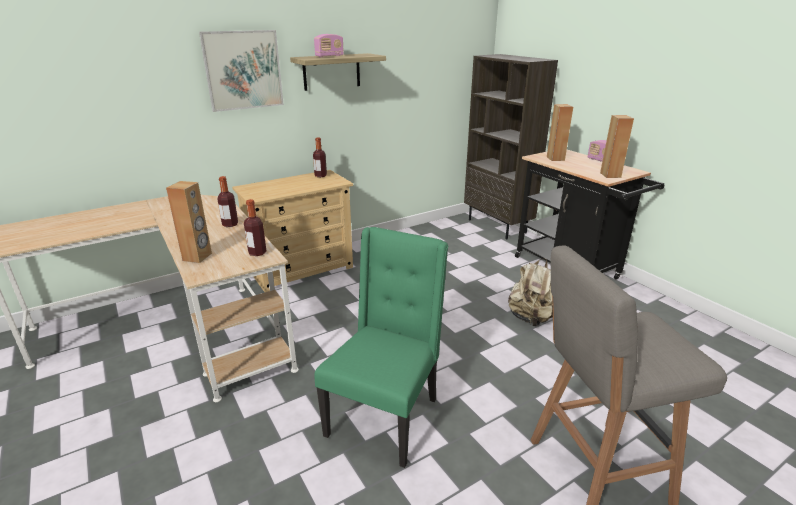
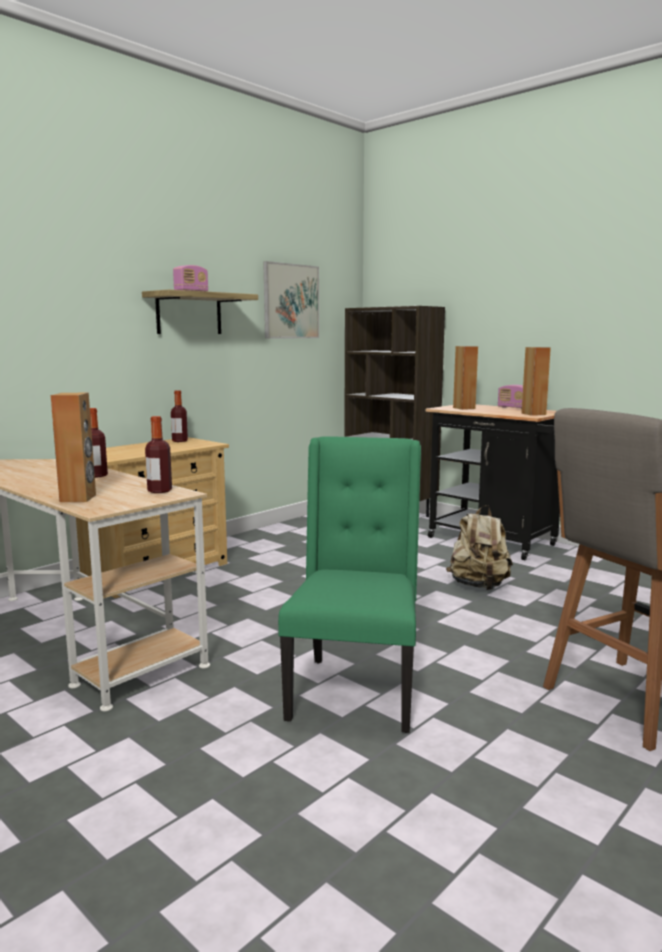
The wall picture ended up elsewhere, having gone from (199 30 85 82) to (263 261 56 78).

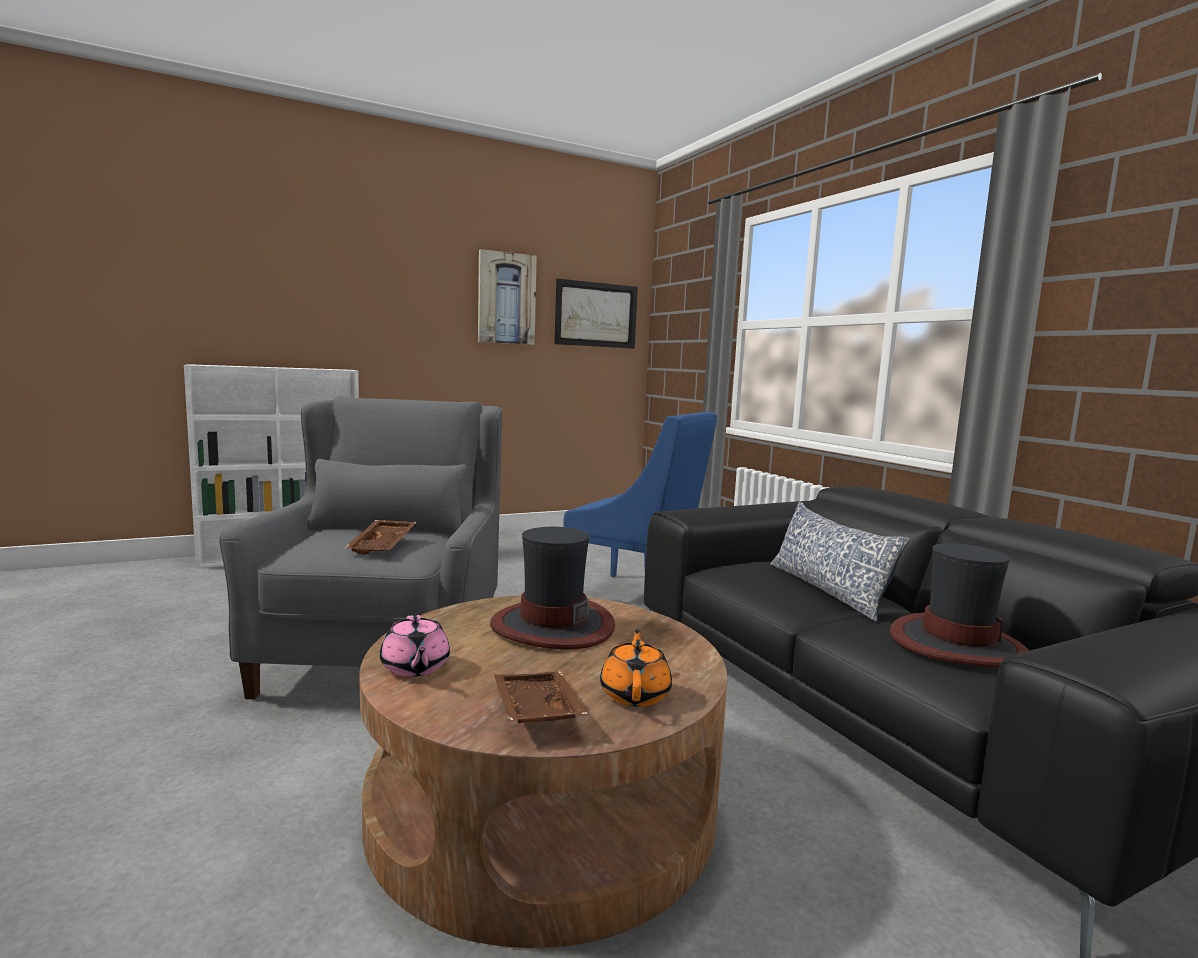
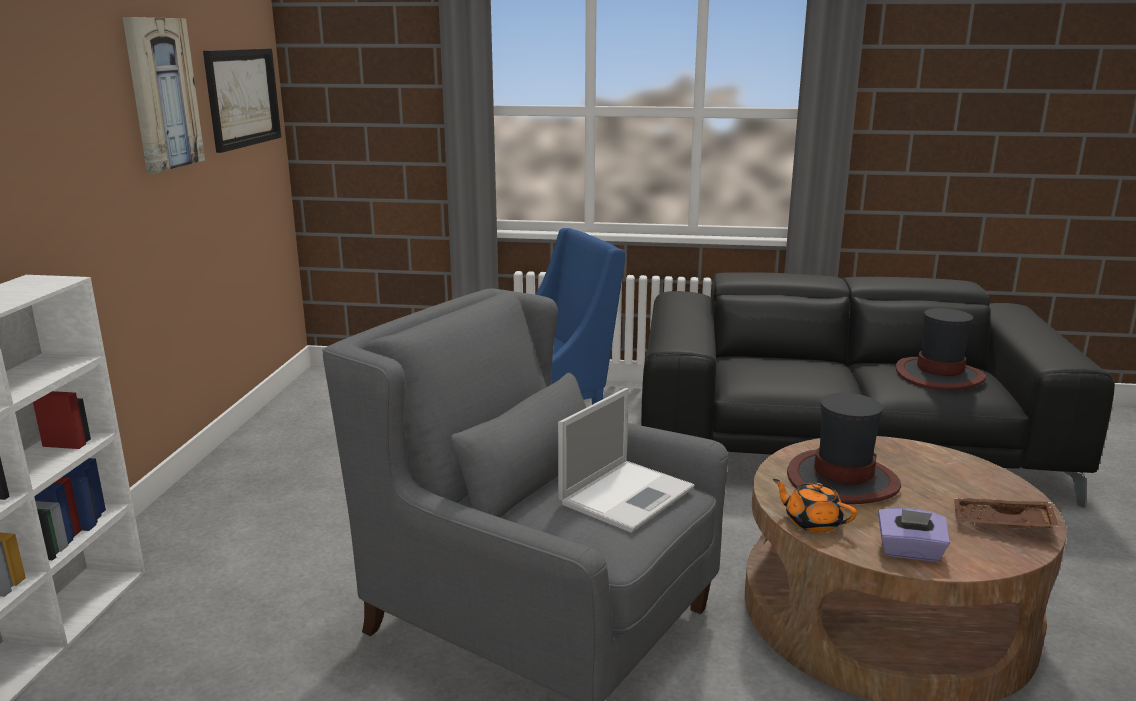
The second view lost the pillow at (770 501 140 121). Where the brown-coloured tray stood at (345 520 71 34), the notebook computer came to stand at (558 388 136 145). Where the pink-coloured teapot stood at (380 615 70 61), the purple tissue holder came to stand at (878 508 72 54). The orange teapot ended up elsewhere, having gone from (600 629 72 78) to (773 479 84 54).

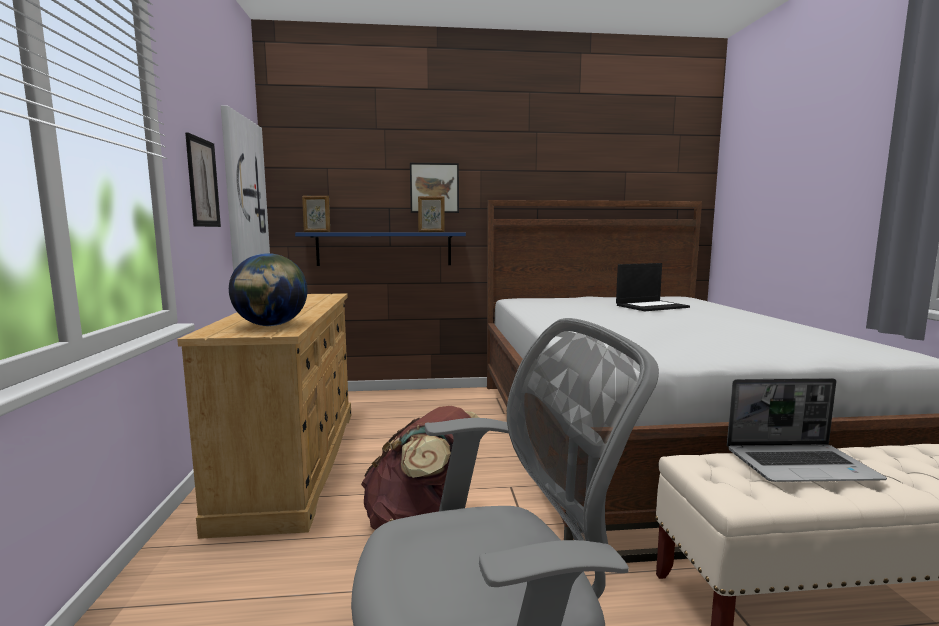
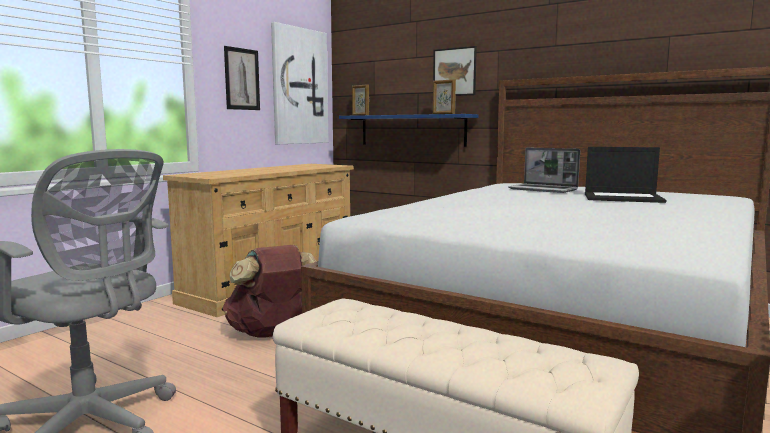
The second view lost the world globe at (229 253 79 73). The notebook computer ended up elsewhere, having gone from (727 378 160 104) to (508 147 72 46).

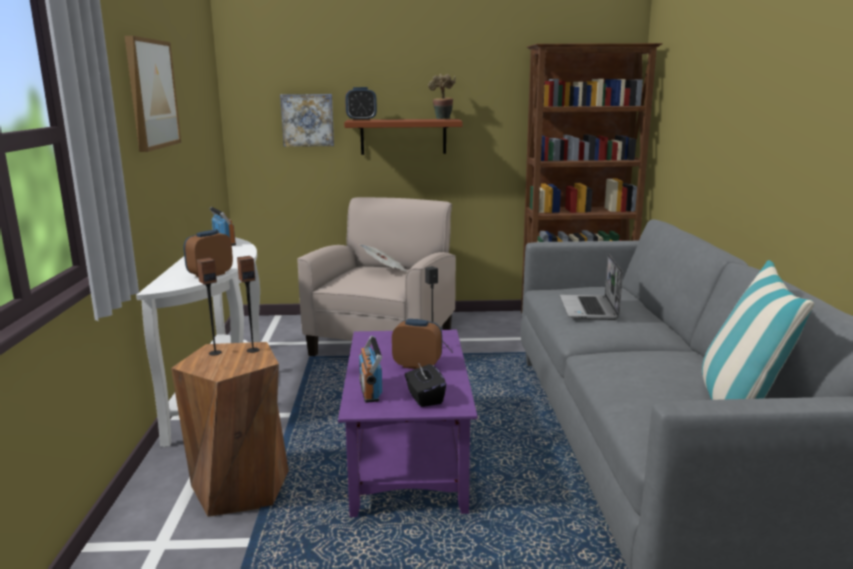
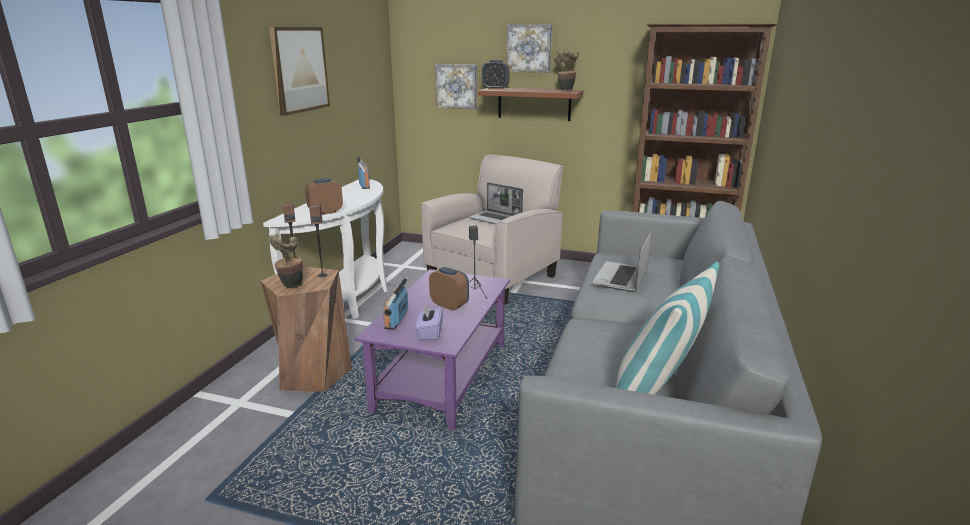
Where the printed paper stood at (359 244 48 28), the notebook computer came to stand at (469 182 54 42). What was the black-coloured tissue holder at (404 363 42 44) turned into the purple tissue holder at (415 303 28 37). The second view gained the wall picture at (507 24 45 49). The second view gained the potted plant at (269 234 34 54).

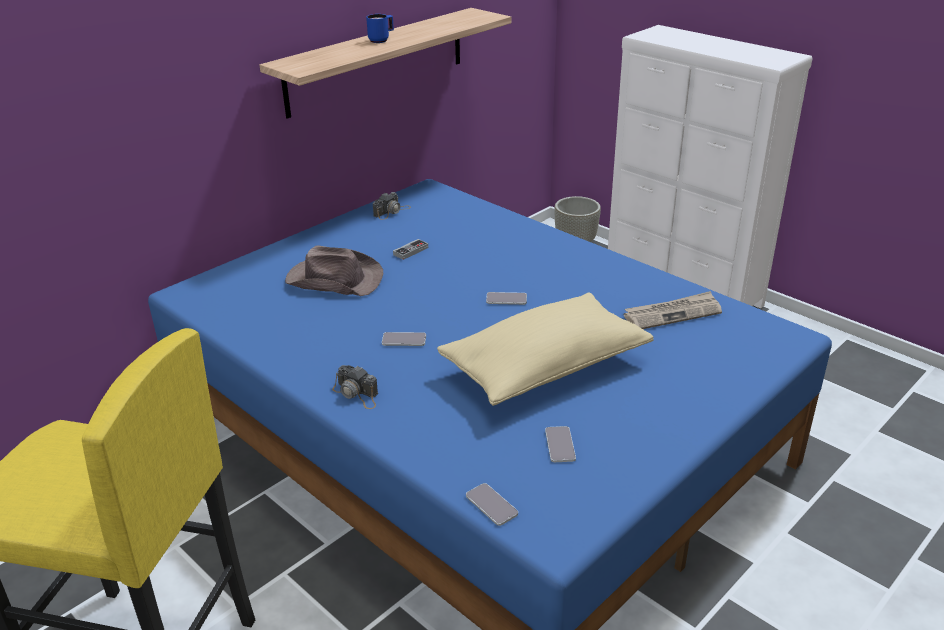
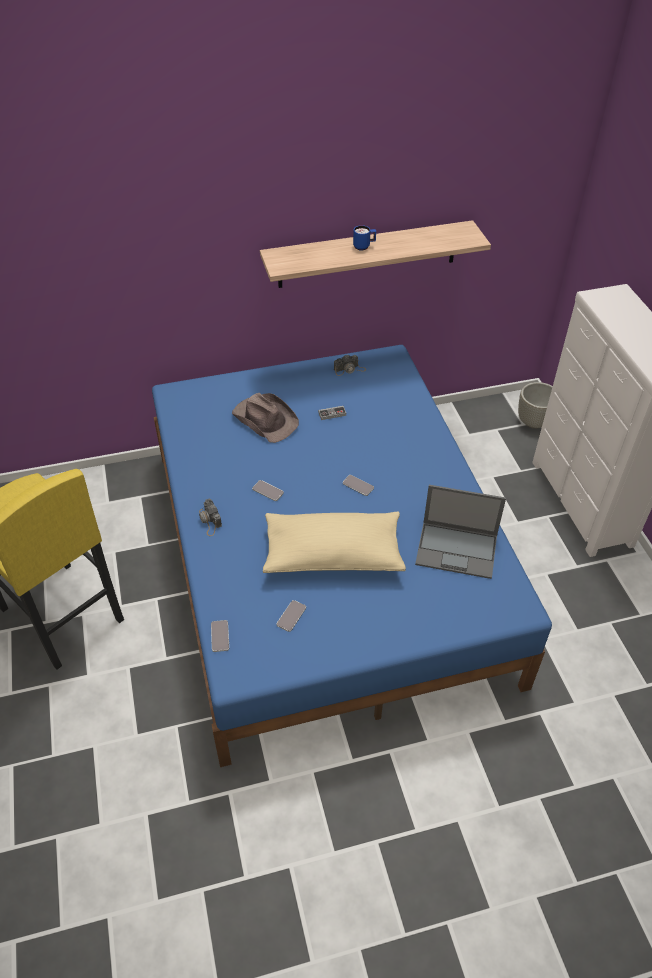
Where the printed paper stood at (624 291 98 38), the notebook computer came to stand at (415 485 91 94).

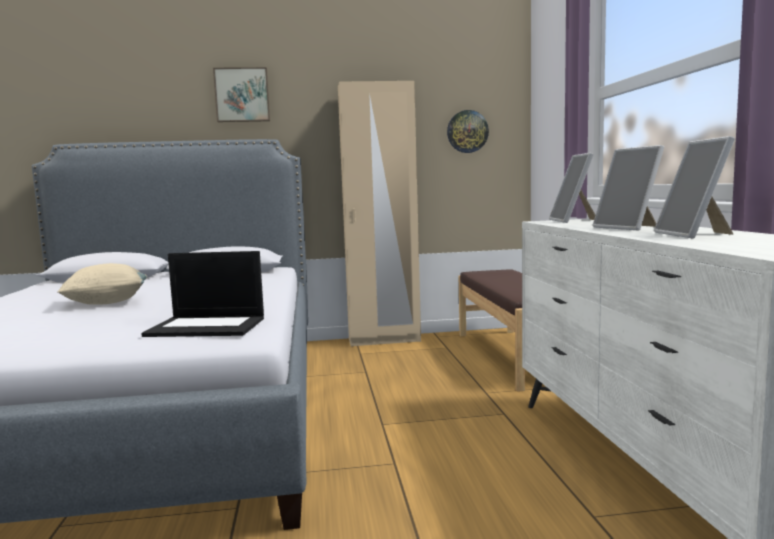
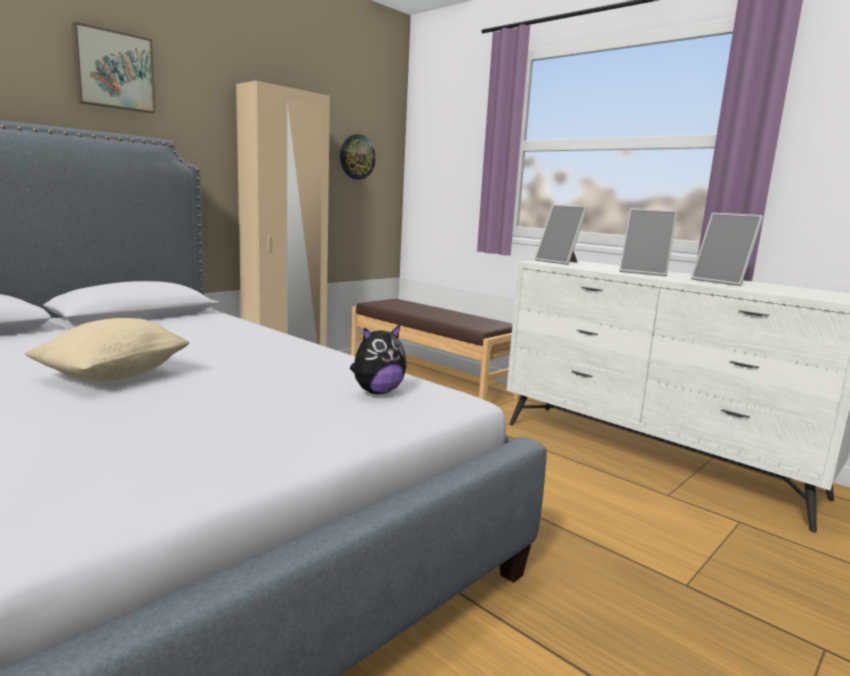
Where the notebook computer stood at (141 251 123 86), the cuddly toy came to stand at (350 325 57 69).

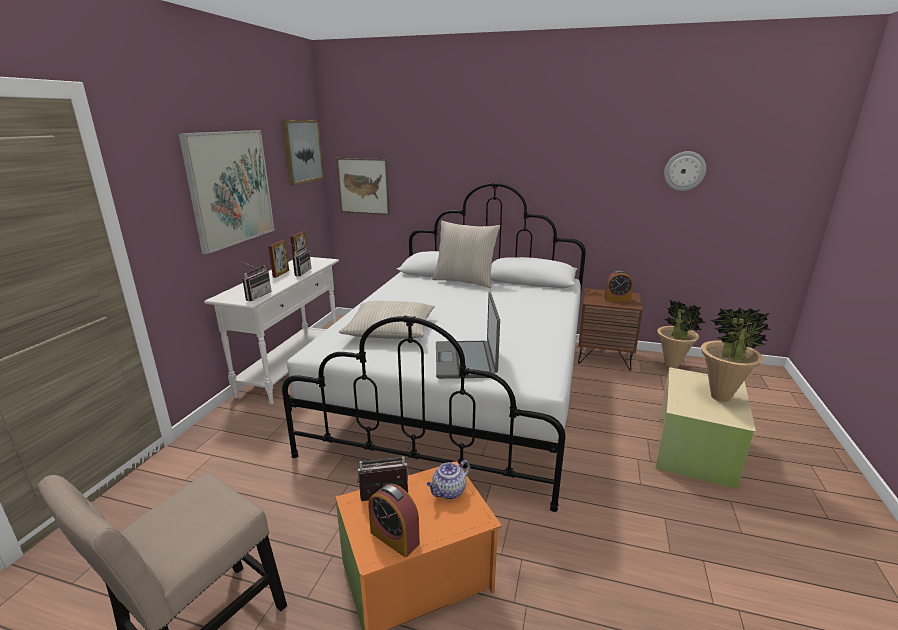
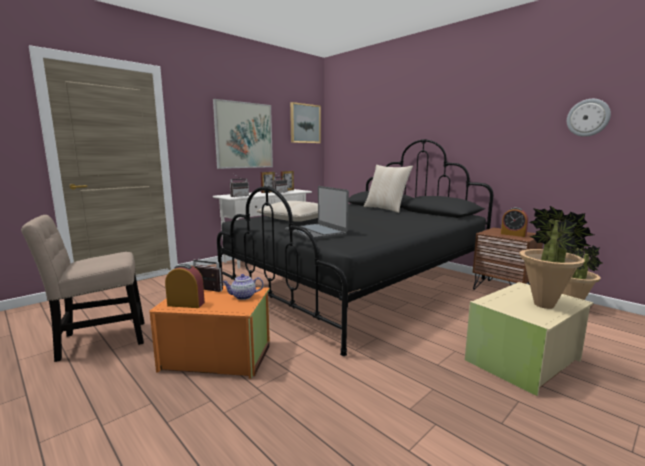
The second view lost the wall picture at (336 158 54 57). What was the white-coloured sleeping bed at (282 182 304 330) turned into the black-coloured sleeping bed at (217 139 276 217). The notebook computer at (436 292 64 87) ended up facing another way, 60 degrees counterclockwise from before. The table clock at (368 483 52 74) ended up facing another way, 120 degrees clockwise from before.

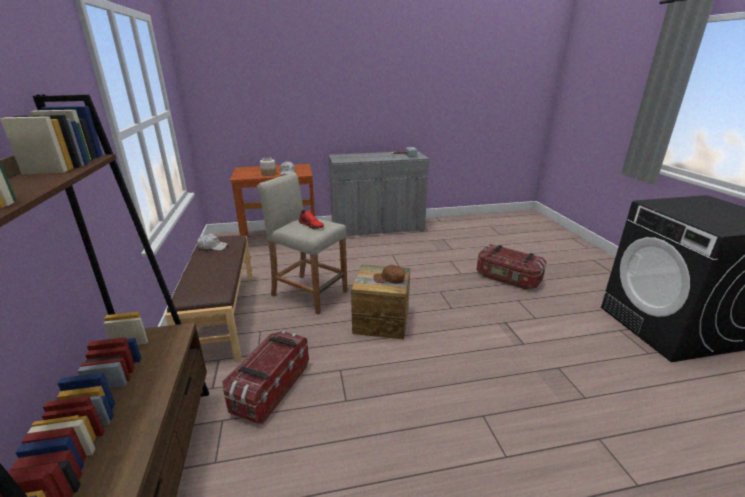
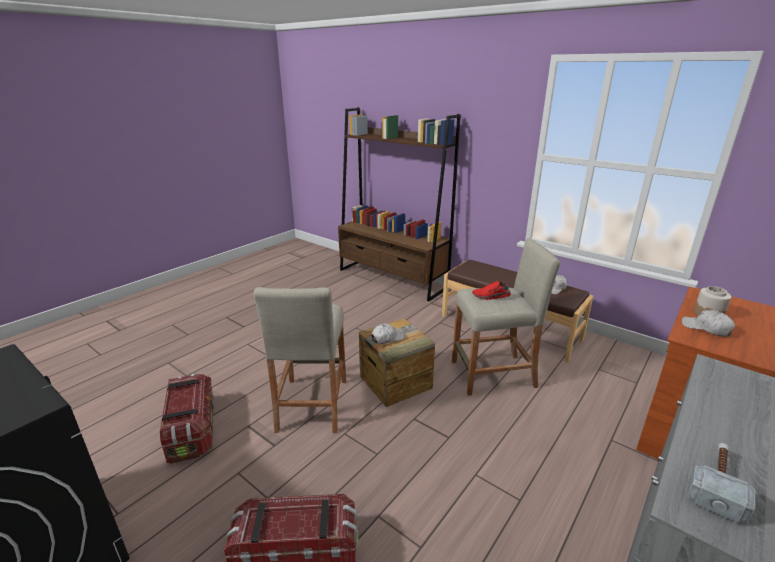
What was the brown-coloured cap at (374 265 31 19) turned into the white-coloured cap at (371 323 33 21). The storage bin ended up elsewhere, having gone from (222 331 87 93) to (160 374 54 90). The second view gained the sand-coloured stool seat at (254 287 92 146).

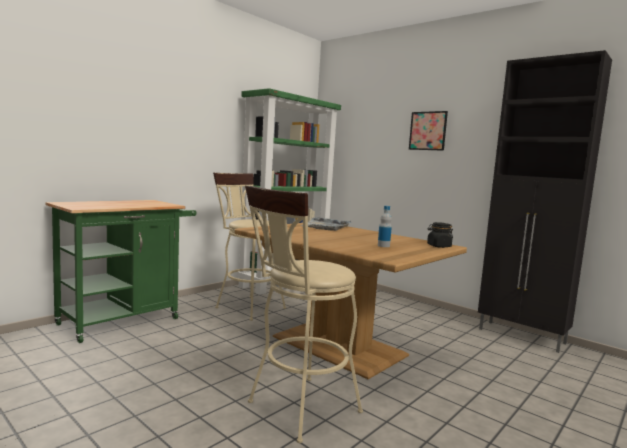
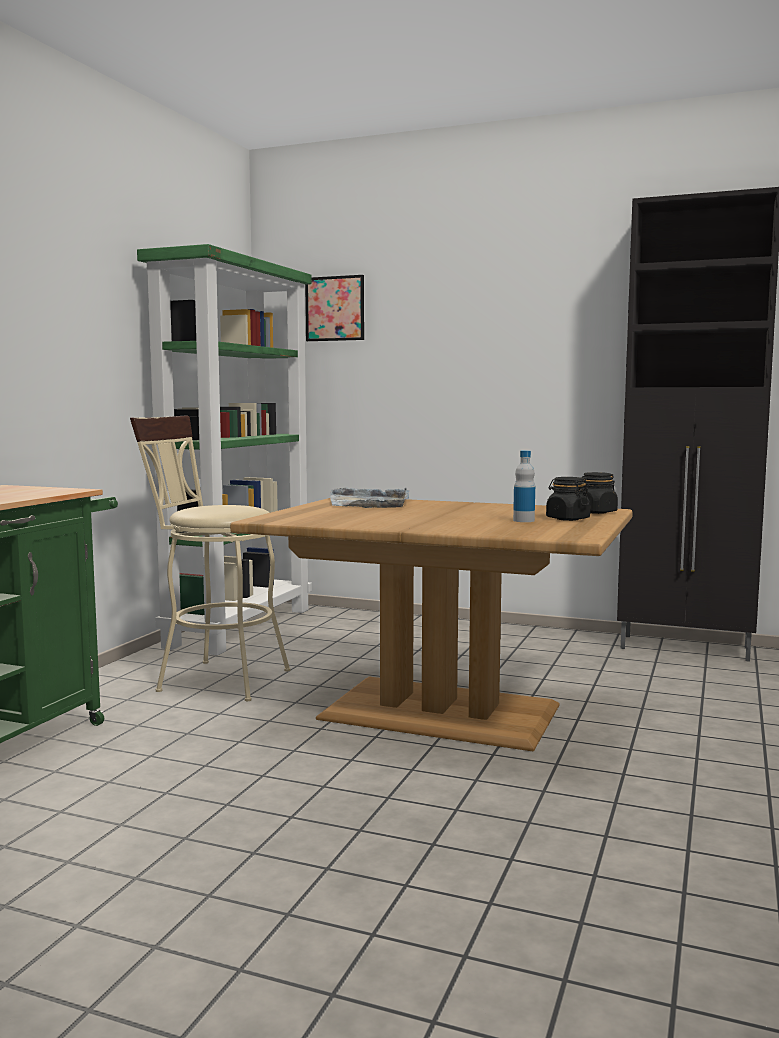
The wall picture ended up elsewhere, having gone from (409 111 39 40) to (305 275 59 66). The second view lost the sand-coloured stool seat at (245 185 118 258). The second view gained the black-coloured storage jar at (546 477 44 44).

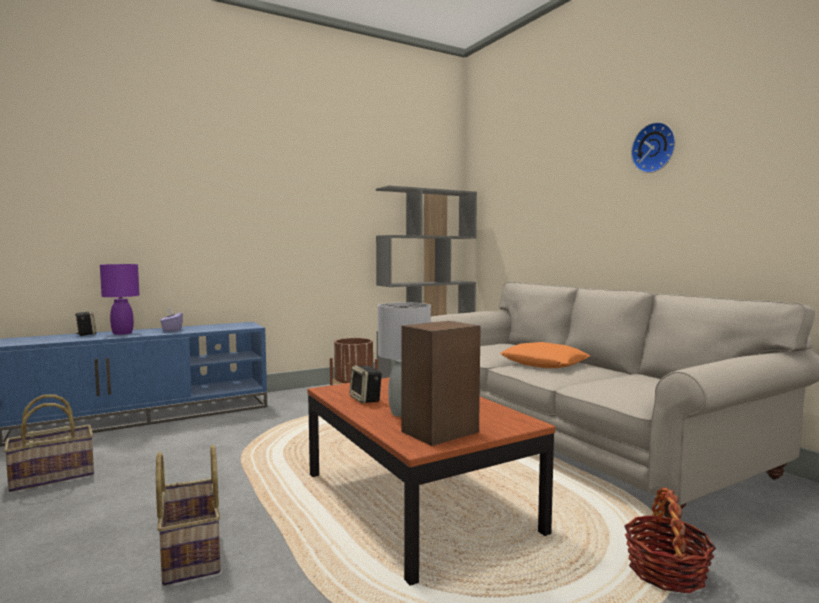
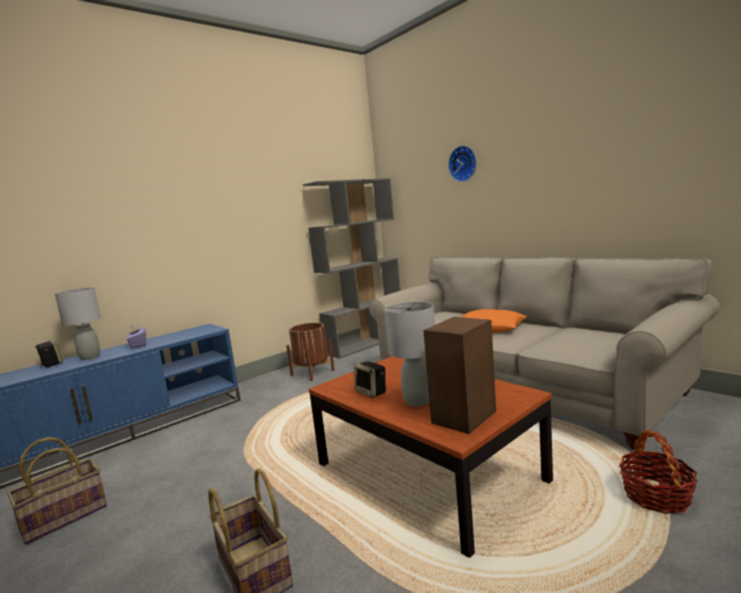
The hanging clock ended up elsewhere, having gone from (631 122 45 51) to (448 146 29 36). What was the purple lamp for a table at (100 264 39 71) turned into the greyish lamp for a table at (55 287 46 73).

